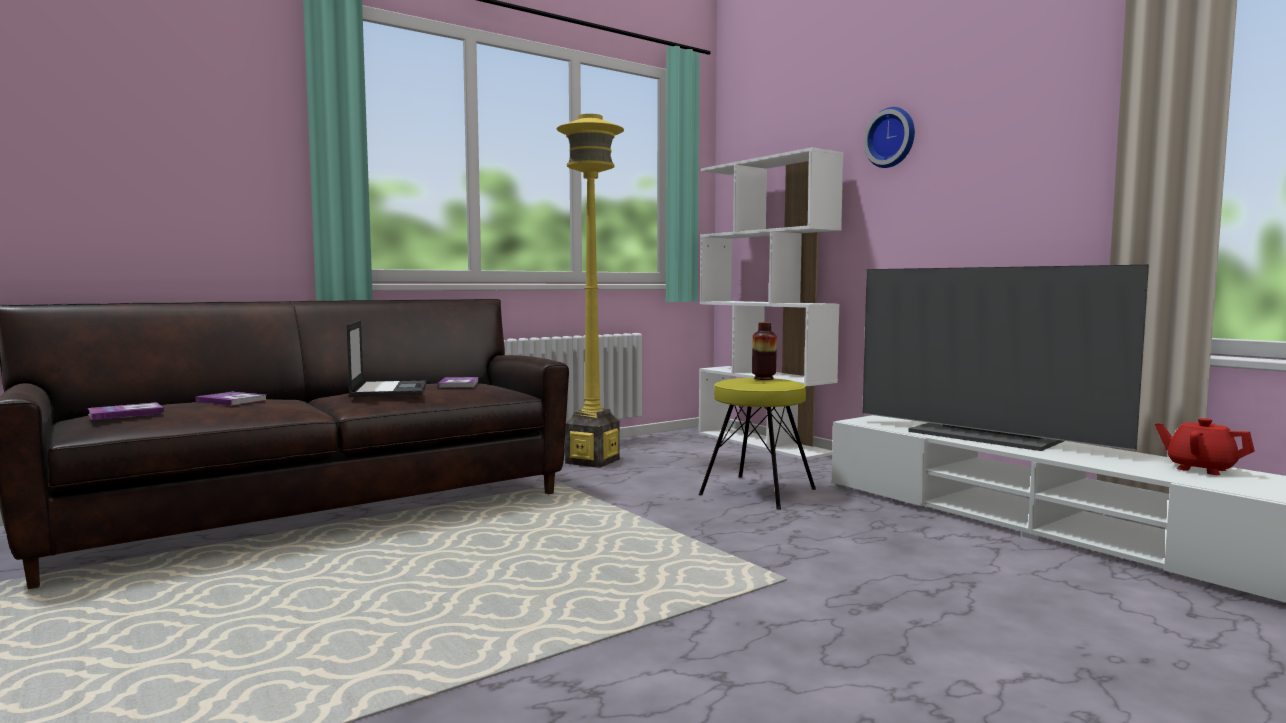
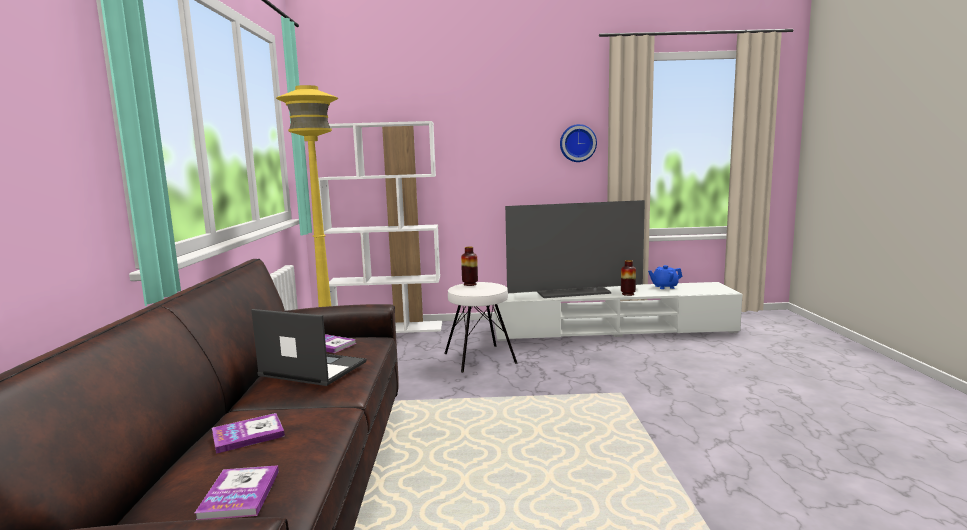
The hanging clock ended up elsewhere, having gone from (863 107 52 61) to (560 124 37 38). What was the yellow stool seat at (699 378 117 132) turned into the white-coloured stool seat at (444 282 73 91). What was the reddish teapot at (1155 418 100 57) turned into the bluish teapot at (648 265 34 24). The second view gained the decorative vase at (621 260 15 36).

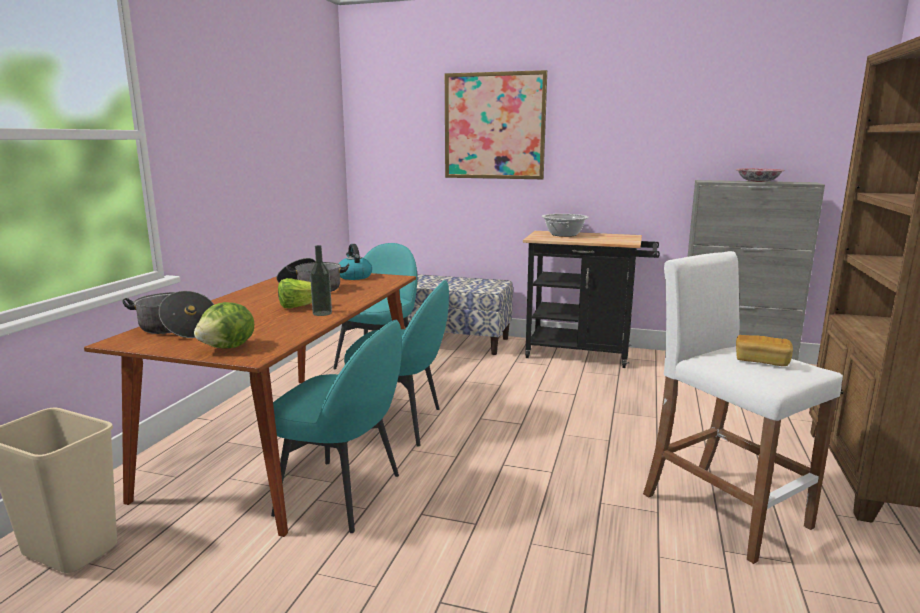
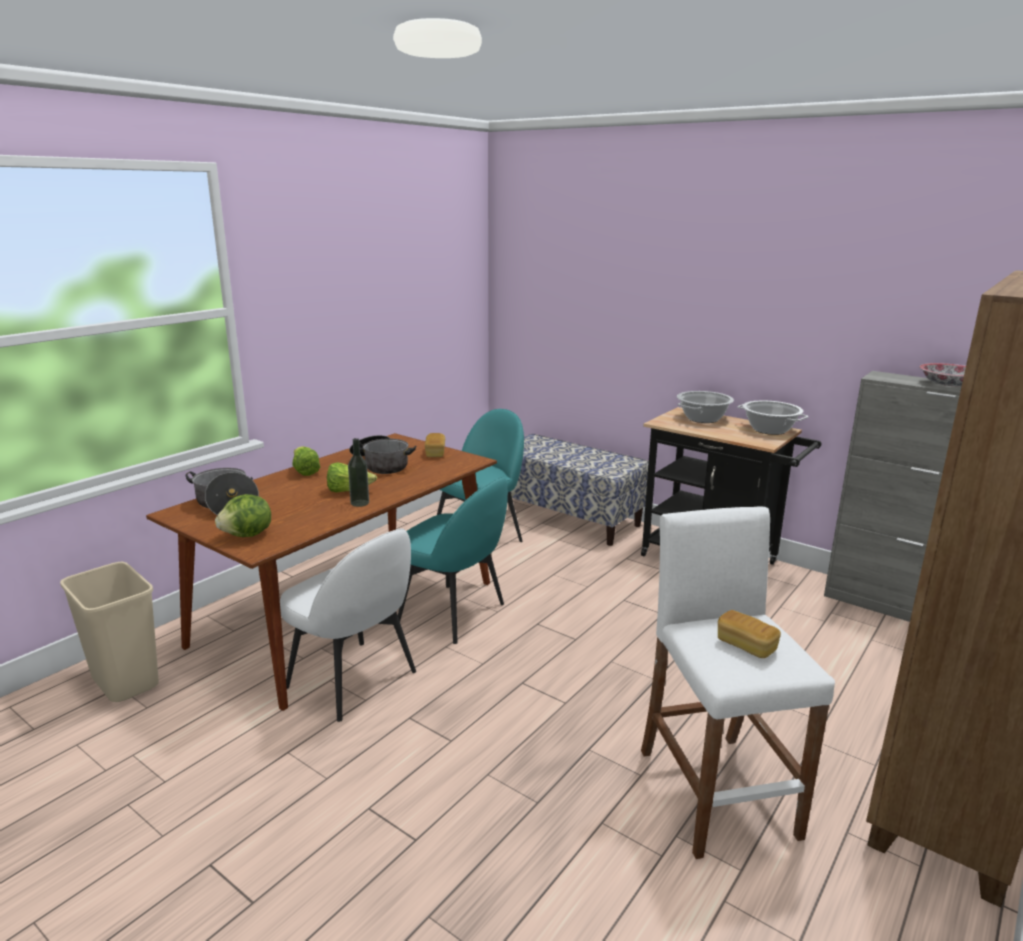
The second view lost the wall picture at (445 70 102 109). Where the water kettle stood at (339 244 33 36), the baked bread came to stand at (425 433 20 24). What was the turquoise-coloured upright chair at (271 319 131 214) turned into the white-coloured upright chair at (280 528 136 194). The second view gained the cooking pot at (738 401 70 34). The second view gained the lettuce at (292 446 28 30).

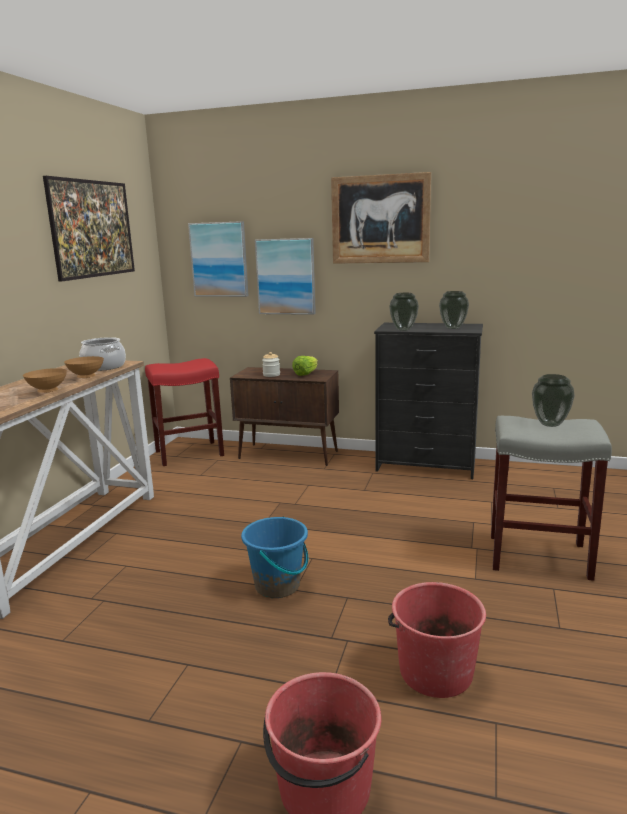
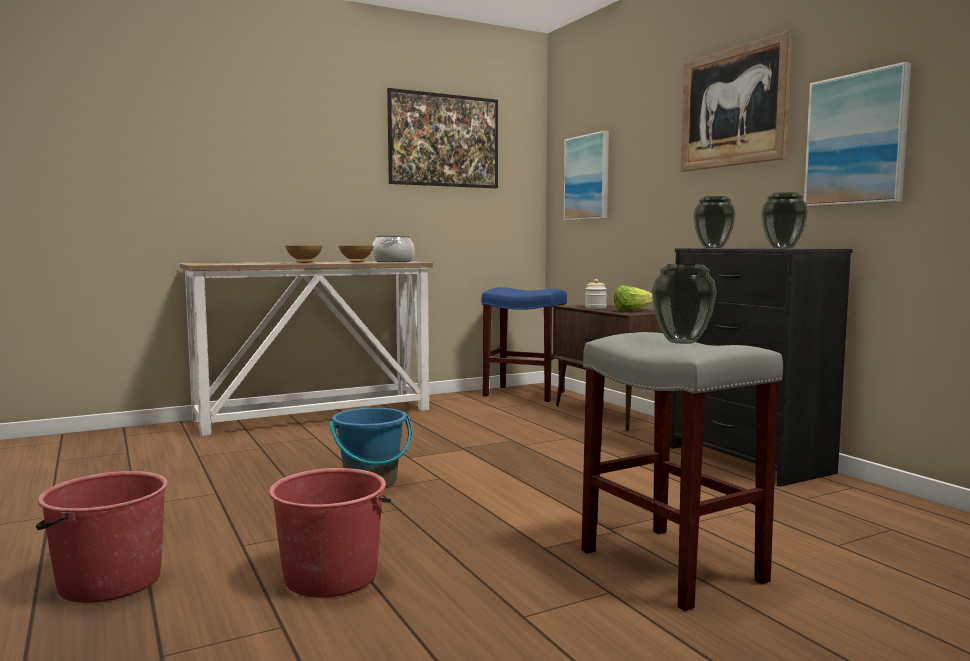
The wall picture ended up elsewhere, having gone from (255 238 61 77) to (804 62 107 145). What was the reddish stool seat at (145 358 79 108) turned into the bluish stool seat at (482 287 85 115).

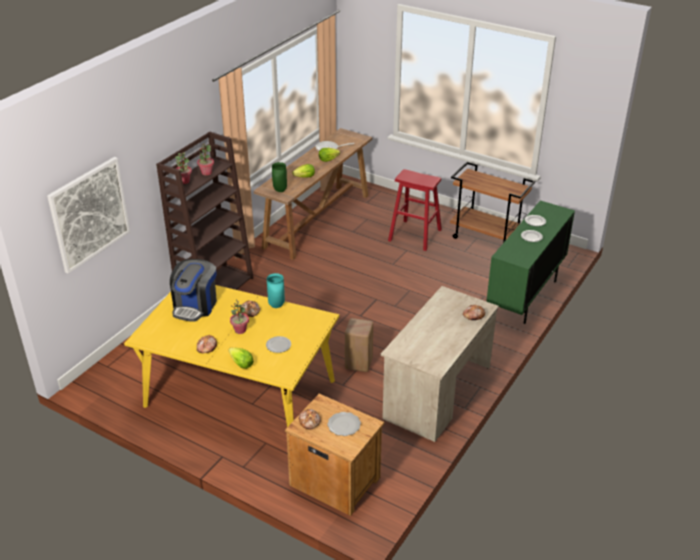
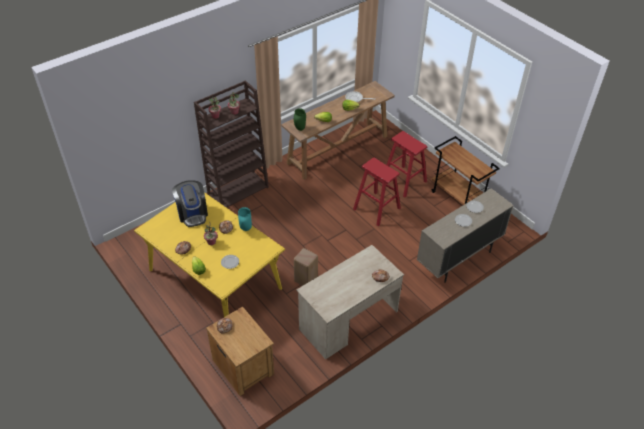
The second view lost the wall picture at (47 157 83 117). What was the green-coloured storage cabinet at (486 200 89 124) turned into the sand-coloured storage cabinet at (417 188 97 95). The coffee brewer at (170 259 47 63) ended up facing another way, 60 degrees counterclockwise from before. The second view lost the flat dish at (327 412 34 24). The second view gained the reddish stool seat at (353 158 48 68).

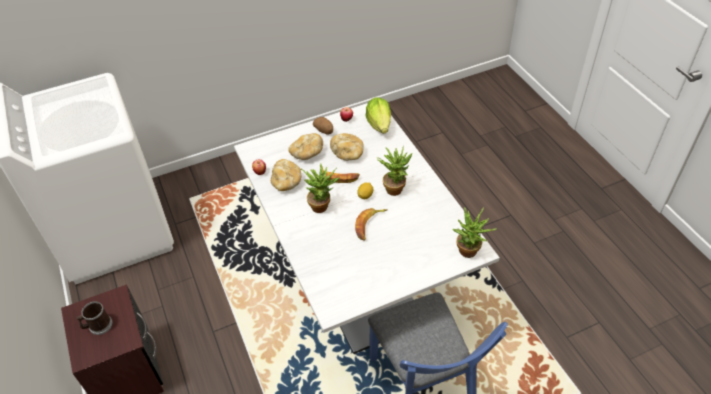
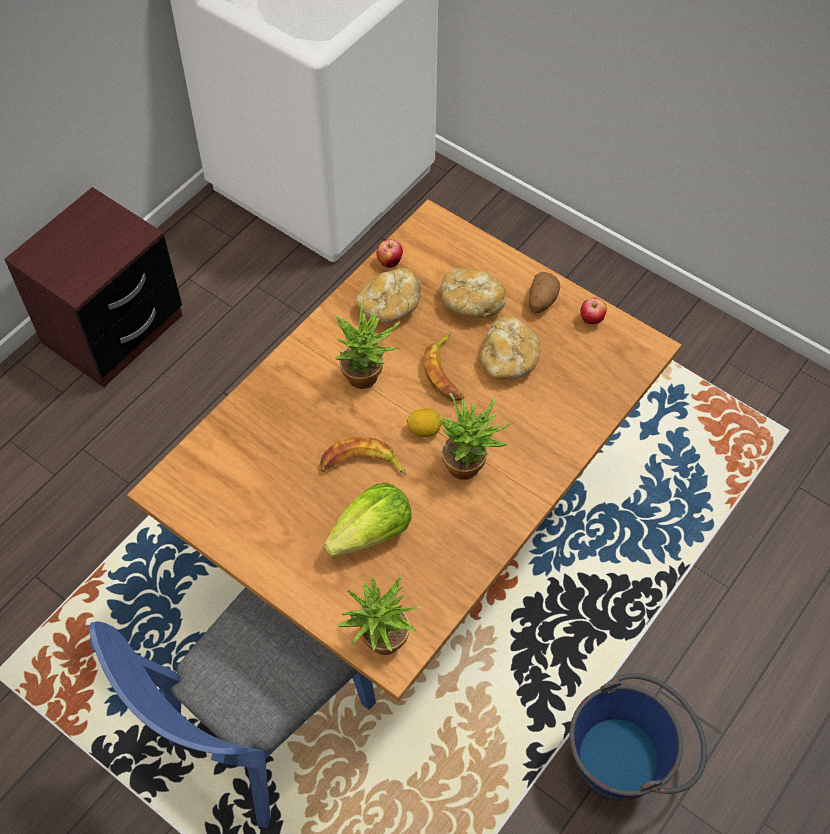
The lettuce ended up elsewhere, having gone from (366 97 25 37) to (324 483 88 75). What was the white-coloured dining table at (234 103 266 251) turned into the brown-coloured dining table at (127 199 554 503). The second view lost the tea mug at (76 301 37 34). The second view gained the bluish water bucket at (569 673 138 128).

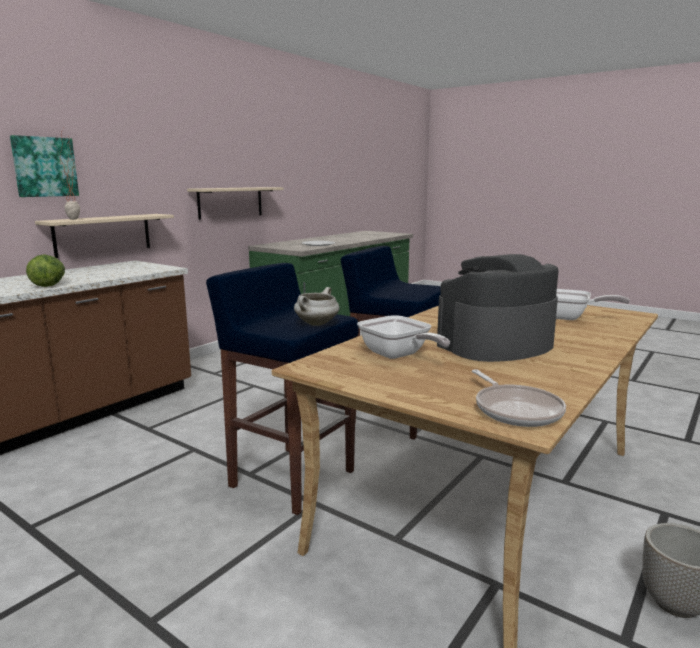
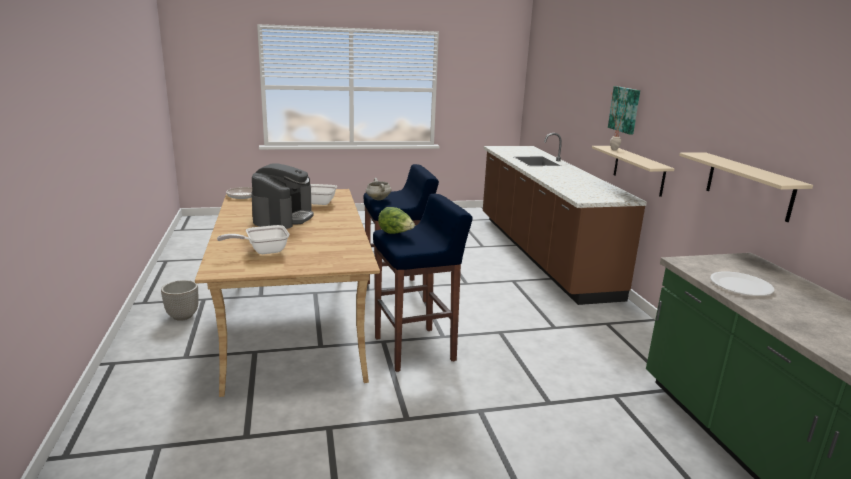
The lettuce ended up elsewhere, having gone from (26 255 39 32) to (378 207 37 27).

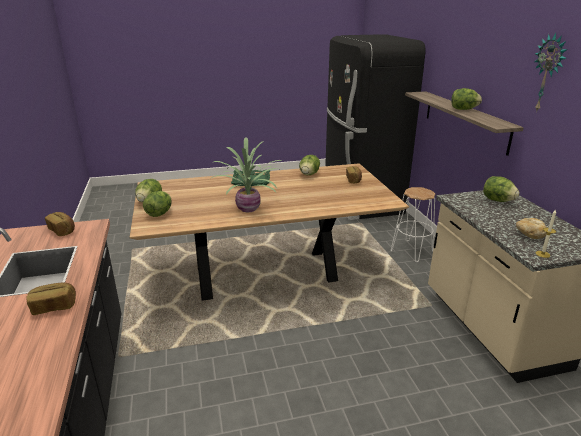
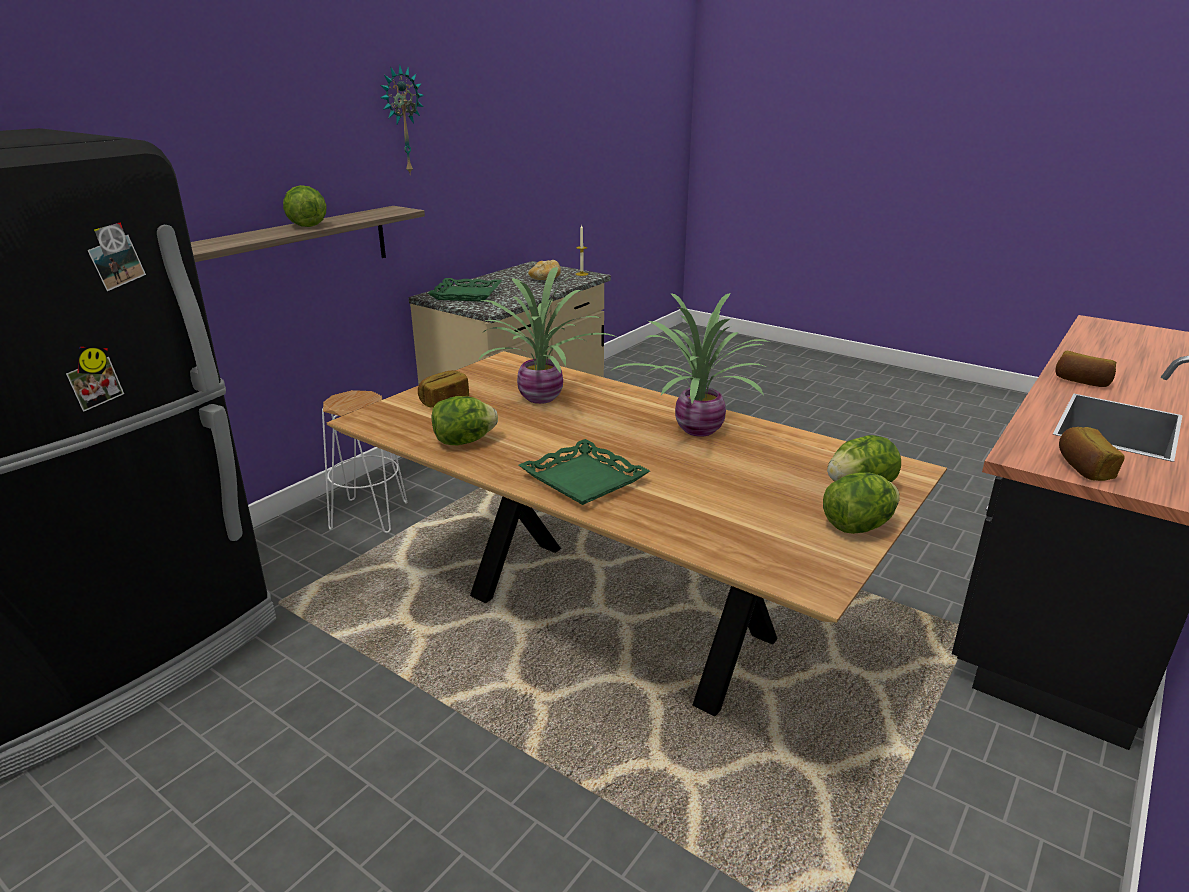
Where the lettuce stood at (483 176 37 26), the green-coloured tray came to stand at (428 278 74 24). The second view gained the potted plant at (478 267 140 137).

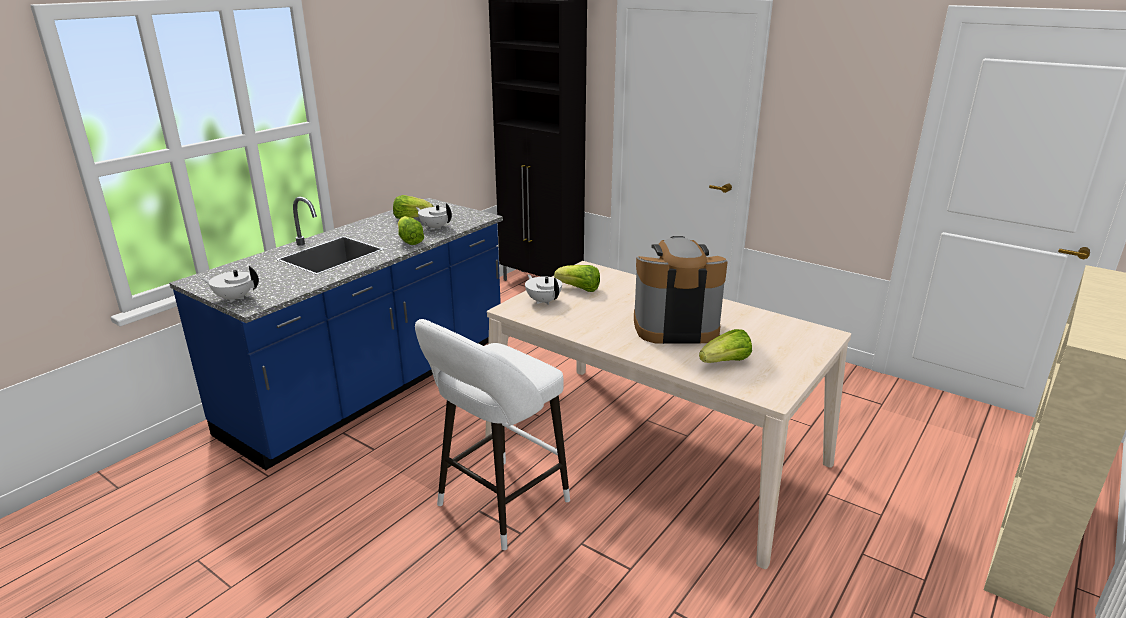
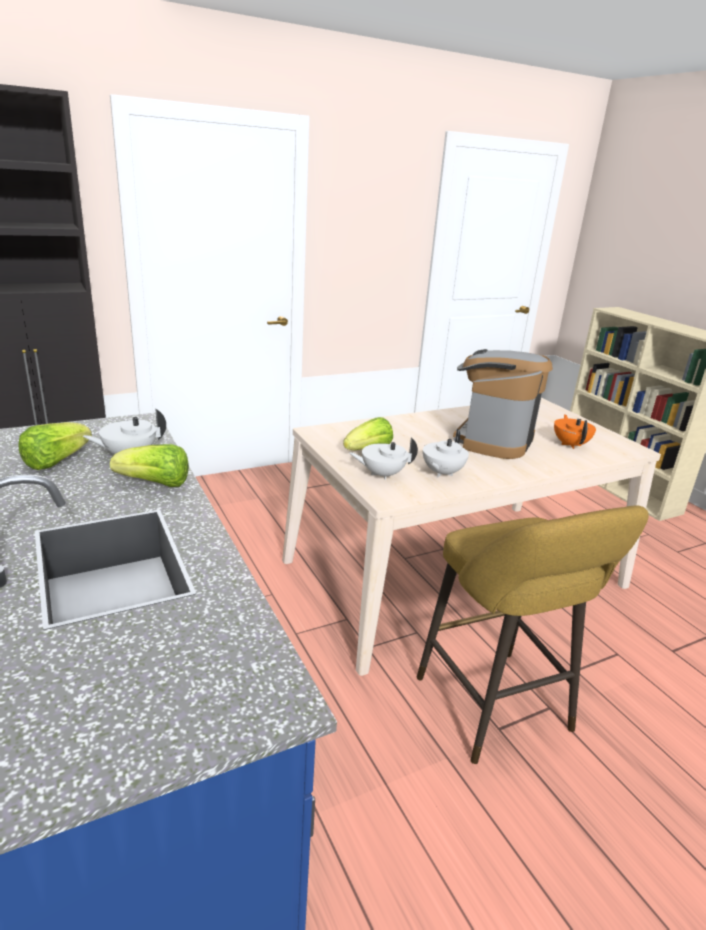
The white-coloured teapot ended up elsewhere, having gone from (200 266 59 37) to (423 429 46 48). What was the white-coloured stool seat at (415 319 155 231) turned into the yellow stool seat at (417 505 232 259). Where the lettuce stood at (699 329 53 34), the orange teapot came to stand at (554 414 42 35).

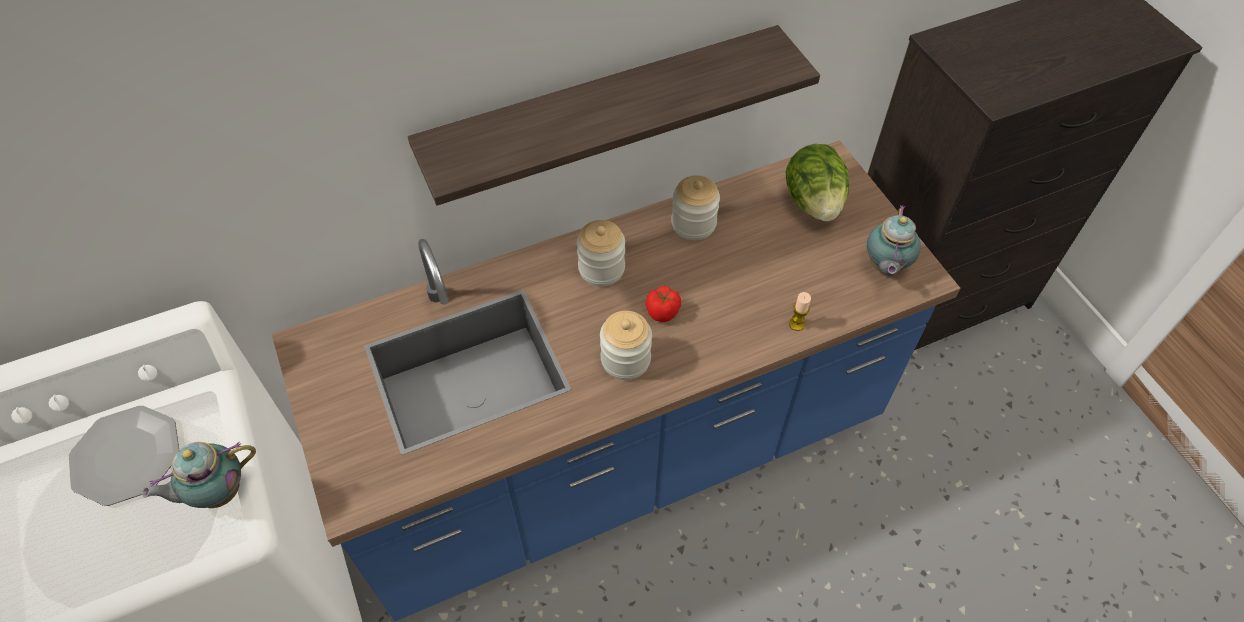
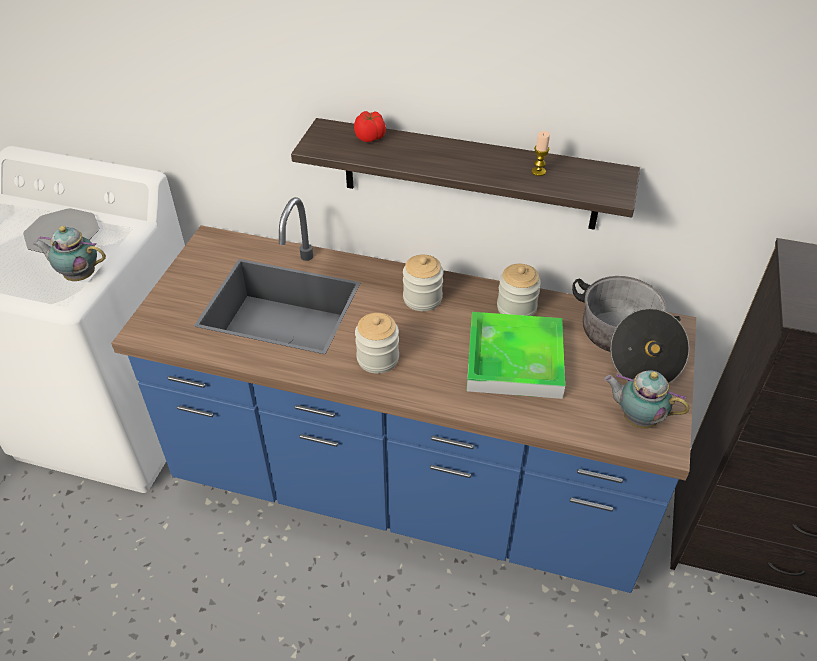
Where the lettuce stood at (786 144 63 77), the cooking pot came to stand at (572 276 117 108). The teapot at (867 205 54 71) ended up facing another way, 60 degrees clockwise from before. The fresh tomato ended up elsewhere, having gone from (646 286 35 36) to (354 111 32 31). The candle ended up elsewhere, having gone from (789 292 22 39) to (531 131 19 45). The second view gained the tray at (466 312 99 87).

